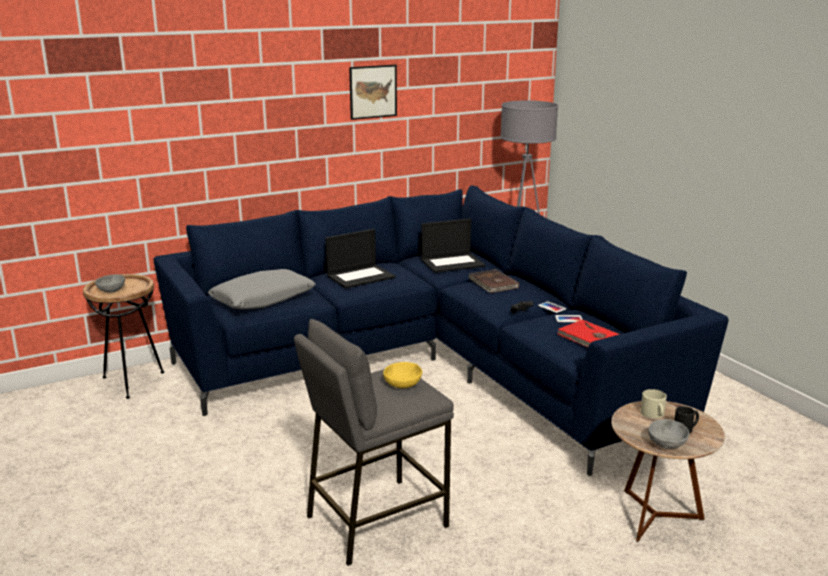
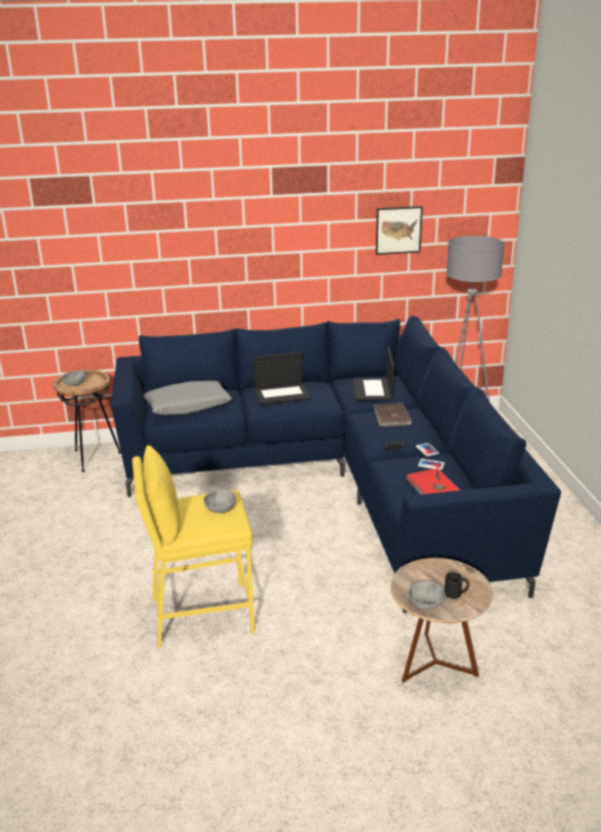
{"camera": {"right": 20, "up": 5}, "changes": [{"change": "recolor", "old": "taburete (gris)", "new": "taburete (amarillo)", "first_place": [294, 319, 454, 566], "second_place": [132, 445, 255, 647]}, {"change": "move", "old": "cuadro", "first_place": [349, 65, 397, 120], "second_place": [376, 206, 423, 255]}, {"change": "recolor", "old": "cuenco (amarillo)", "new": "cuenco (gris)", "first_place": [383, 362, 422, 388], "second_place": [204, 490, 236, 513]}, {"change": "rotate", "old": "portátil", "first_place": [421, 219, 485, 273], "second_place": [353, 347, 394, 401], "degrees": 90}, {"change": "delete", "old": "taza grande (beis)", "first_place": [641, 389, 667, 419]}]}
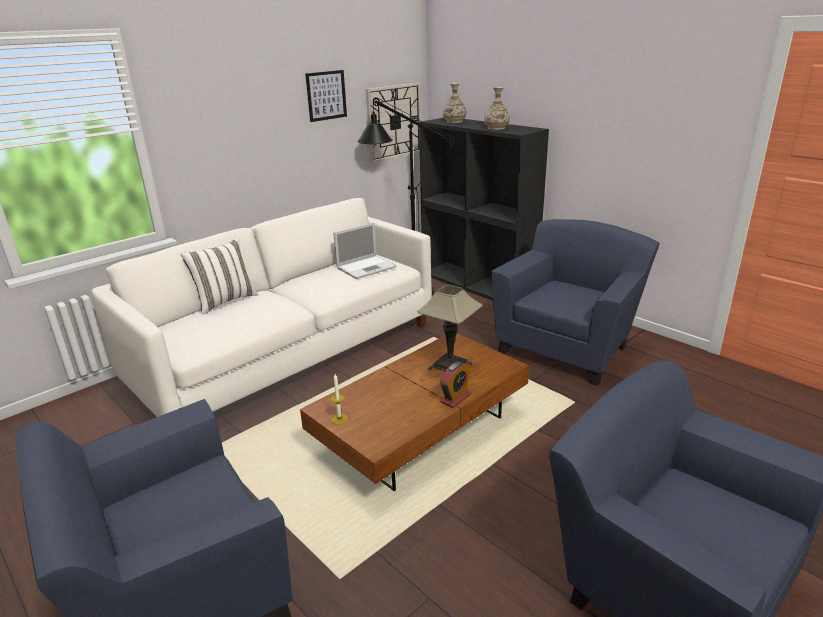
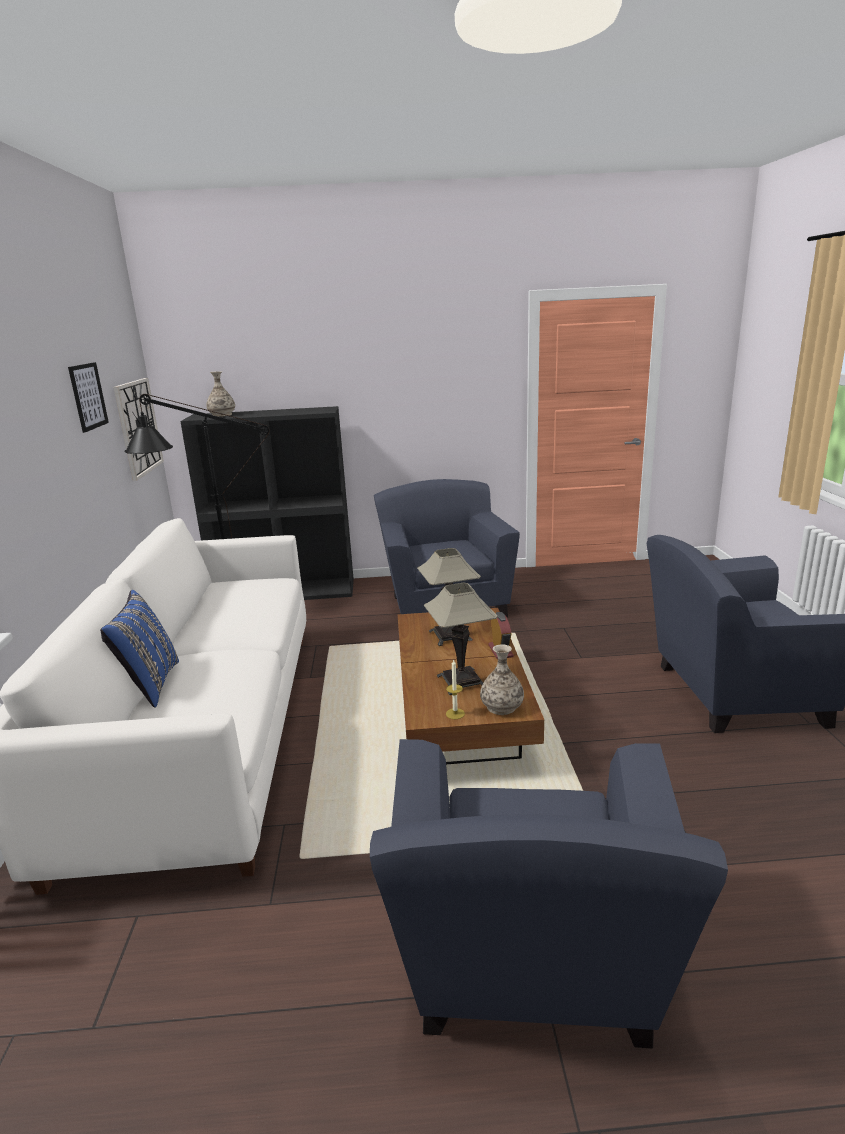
{"camera": {"right": -50, "up": -5}, "changes": [{"change": "recolor", "old": "cojín (blanco)", "new": "cojín (azul)", "first_place": [181, 237, 258, 315], "second_place": [100, 590, 179, 708]}, {"change": "delete", "old": "portátil", "first_place": [333, 223, 396, 279]}, {"change": "move", "old": "florero", "first_place": [484, 87, 510, 130], "second_place": [480, 644, 524, 715]}, {"change": "insert", "new": "lámpara de mesa", "second_place": [424, 583, 498, 695]}]}
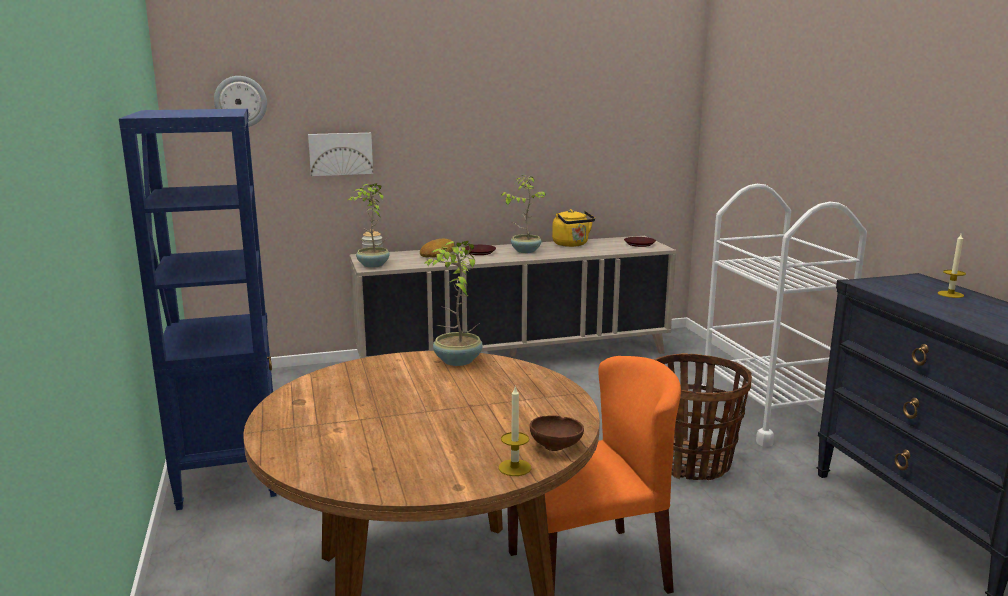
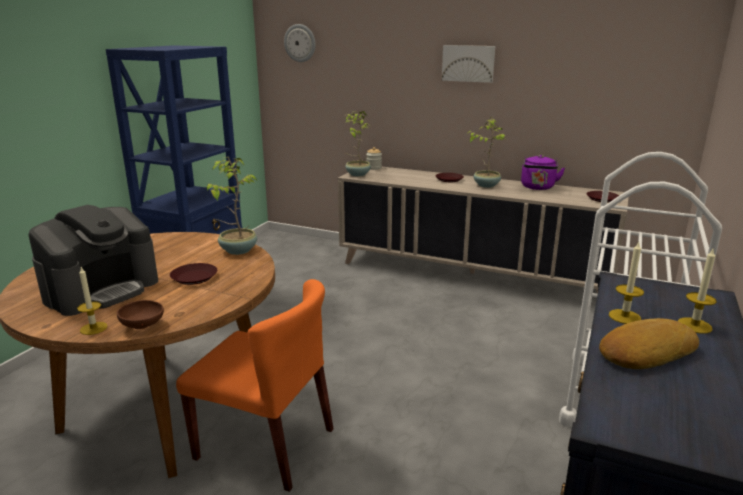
{"camera": {"right": 40, "up": 5}, "changes": [{"change": "move", "old": "cuadro", "first_place": [308, 133, 373, 176], "second_place": [442, 45, 495, 83]}, {"change": "move", "old": "pan", "first_place": [420, 239, 454, 258], "second_place": [599, 318, 699, 369]}, {"change": "recolor", "old": "hervidor (amarillo)", "new": "hervidor (morado)", "first_place": [552, 209, 595, 247], "second_place": [521, 155, 565, 190]}, {"change": "delete", "old": "cesta", "first_place": [654, 353, 752, 480]}, {"change": "insert", "new": "cafetera", "second_place": [28, 205, 158, 316]}, {"change": "insert", "new": "plato (marrón)", "second_place": [170, 263, 217, 285]}, {"change": "insert", "new": "vela", "second_place": [609, 242, 644, 324]}]}
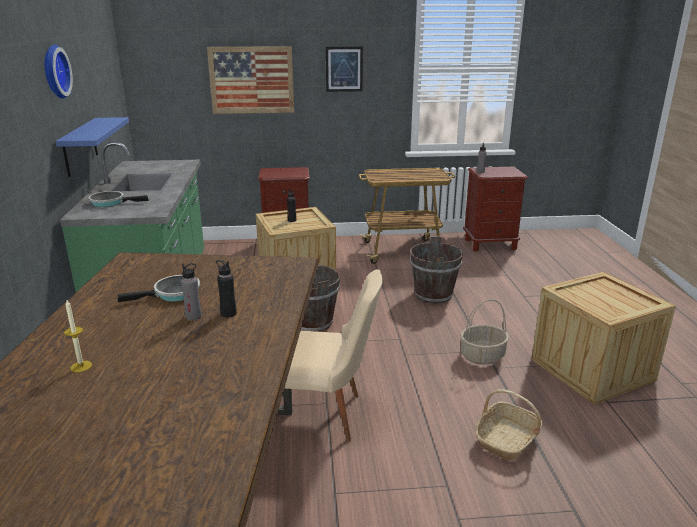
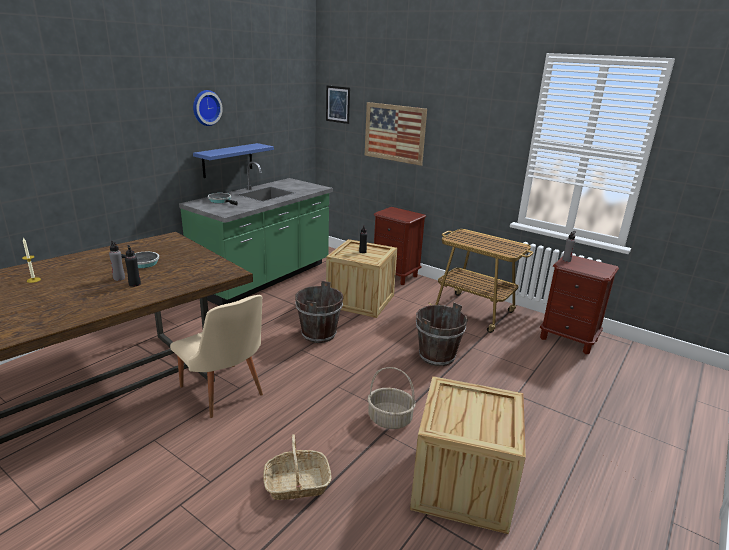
{"camera": {"right": 40, "up": 0}, "changes": [{"change": "move", "old": "cuadro", "first_place": [326, 46, 363, 92], "second_place": [326, 85, 350, 124]}]}
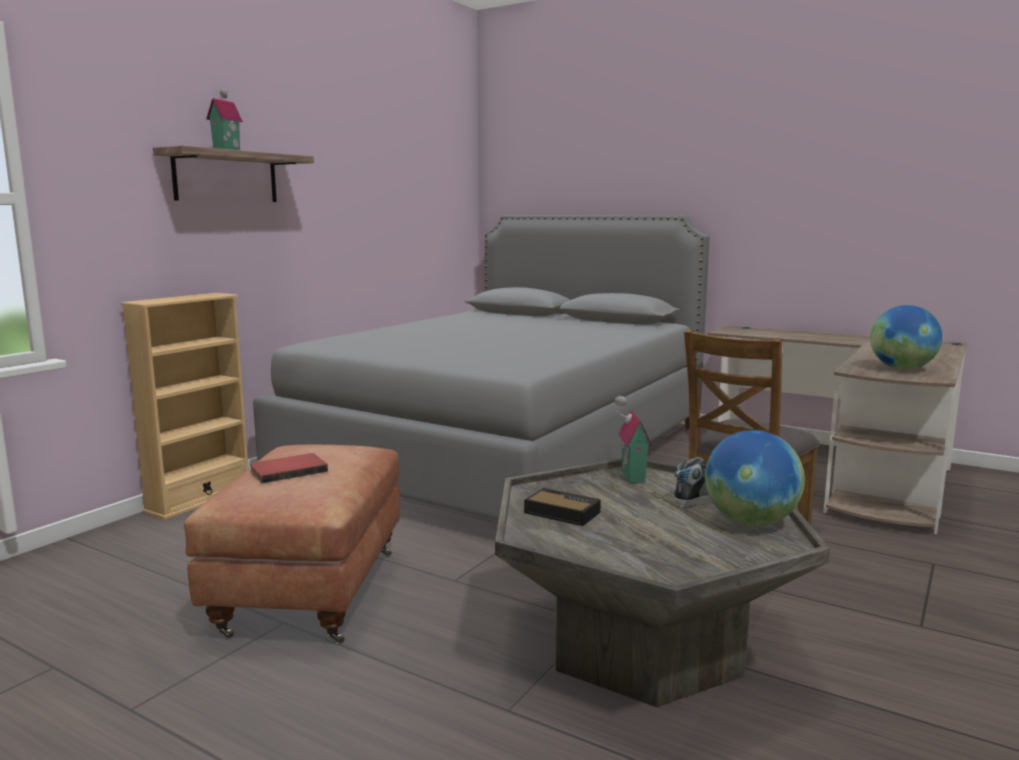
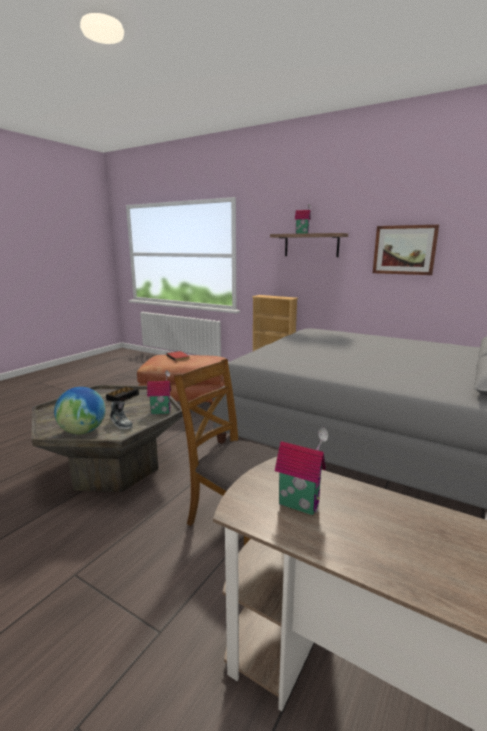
{"camera": {"right": 90, "up": 5}, "changes": [{"change": "replace", "old": "globo terráqueo", "new": "casita", "first_place": [870, 305, 943, 370], "second_place": [275, 427, 328, 515]}, {"change": "insert", "new": "cuadro", "second_place": [373, 225, 439, 275]}]}
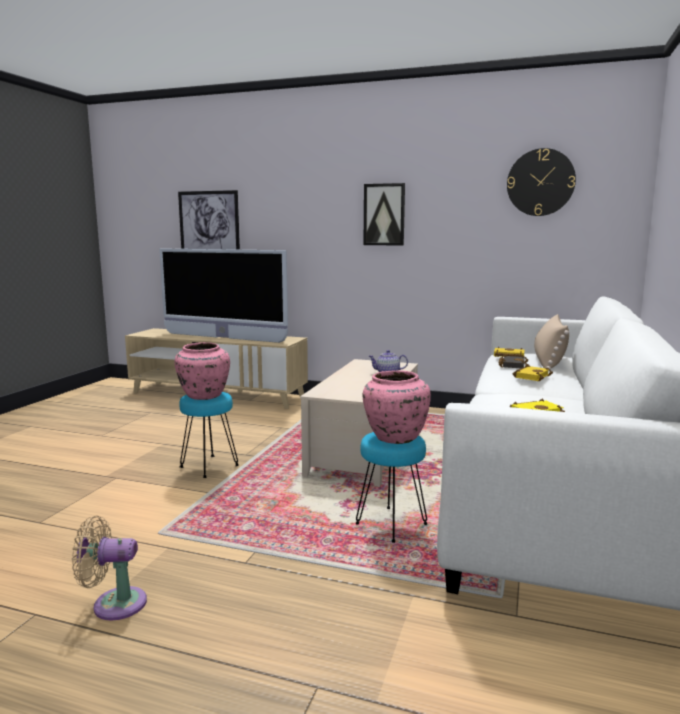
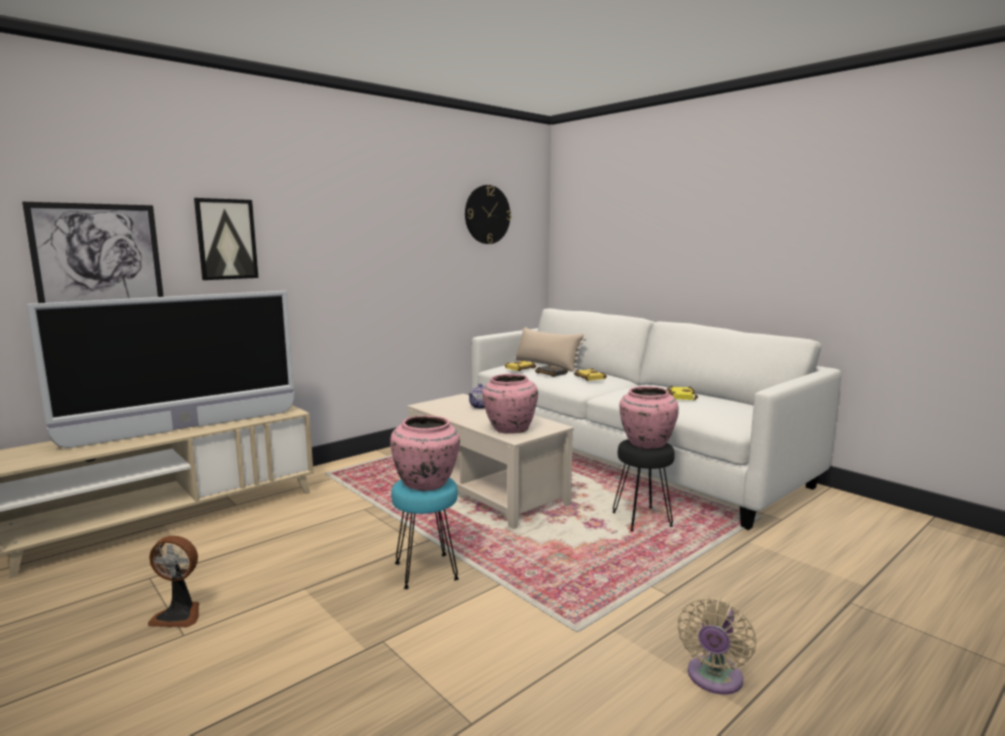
{"camera": {"right": -60, "up": 0}, "changes": [{"change": "recolor", "old": "taburete (turquesa)", "new": "taburete (negro)", "first_place": [356, 432, 427, 543], "second_place": [613, 439, 675, 531]}, {"change": "move", "old": "cuadro", "first_place": [363, 183, 405, 246], "second_place": [194, 198, 258, 280]}, {"change": "insert", "new": "ventilador", "second_place": [148, 535, 199, 627]}, {"change": "insert", "new": "florero (rosa)", "second_place": [482, 374, 538, 434]}]}
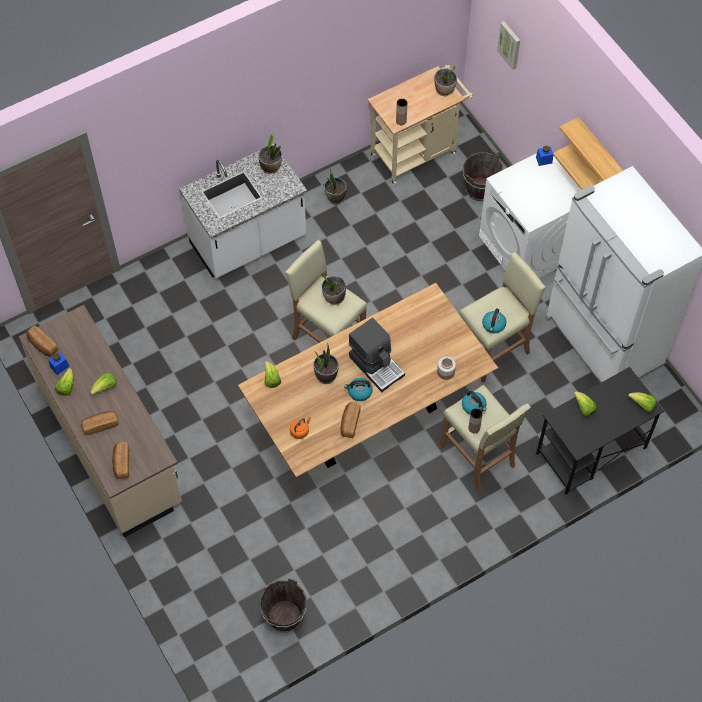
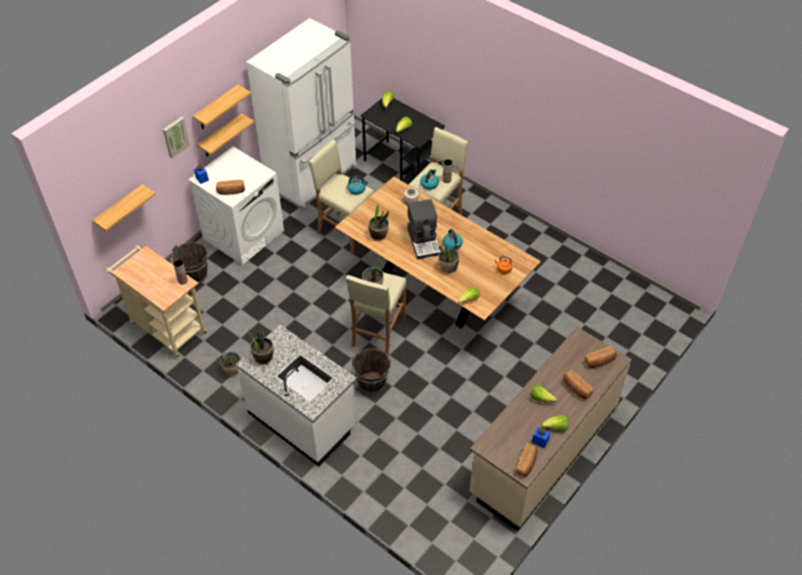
{"camera": {"right": -110, "up": -10}, "changes": [{"change": "move", "old": "cubo (marrón)", "first_place": [259, 578, 307, 632], "second_place": [352, 348, 391, 394]}, {"change": "move", "old": "pan", "first_place": [340, 402, 361, 438], "second_place": [216, 180, 245, 195]}, {"change": "rotate", "old": "cafetera", "first_place": [349, 318, 405, 392], "second_place": [407, 199, 441, 259], "degrees": 135}, {"change": "move", "old": "planta en maceta", "first_place": [434, 65, 457, 96], "second_place": [369, 204, 389, 241]}, {"change": "move", "old": "cuadro", "first_place": [497, 21, 520, 70], "second_place": [163, 117, 190, 158]}, {"change": "insert", "new": "estante", "second_place": [92, 184, 156, 231]}]}
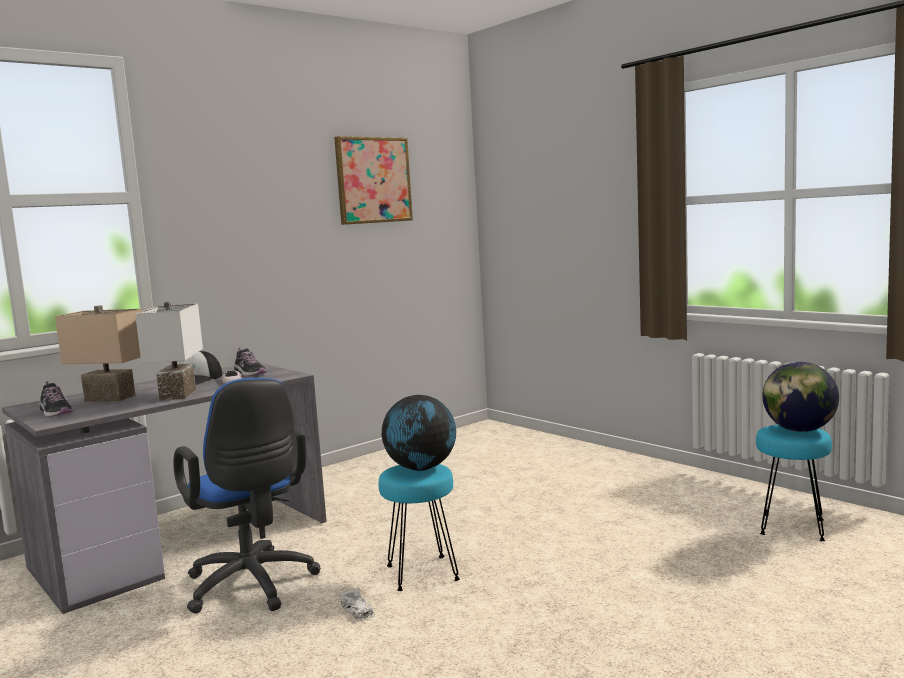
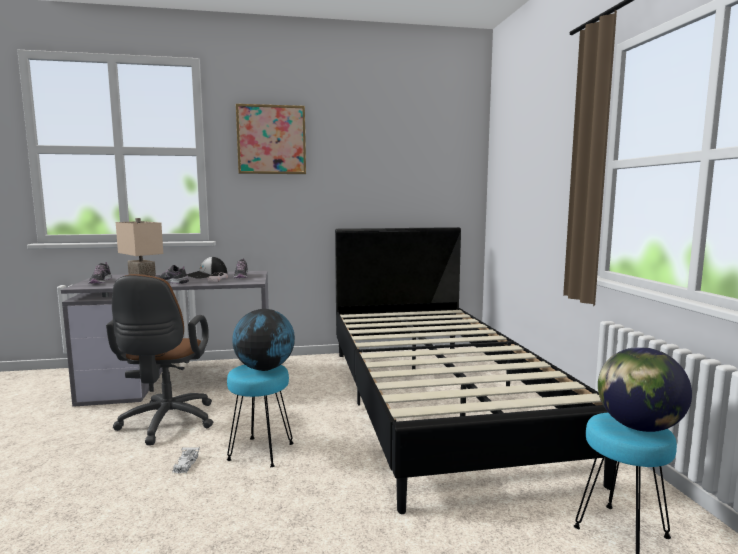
{"camera": {"right": 30, "up": 0}, "changes": [{"change": "replace", "old": "lámpara de mesa (blanco)", "new": "zapato", "first_place": [135, 301, 203, 400], "second_place": [155, 265, 189, 284]}, {"change": "recolor", "old": "silla de oficina (azul)", "new": "silla de oficina (marrón)", "first_place": [173, 378, 321, 613], "second_place": [106, 274, 213, 445]}, {"change": "move", "old": "cuadro", "first_place": [334, 136, 413, 225], "second_place": [236, 104, 306, 174]}, {"change": "insert", "new": "cama (negro)", "second_place": [335, 227, 616, 514]}]}
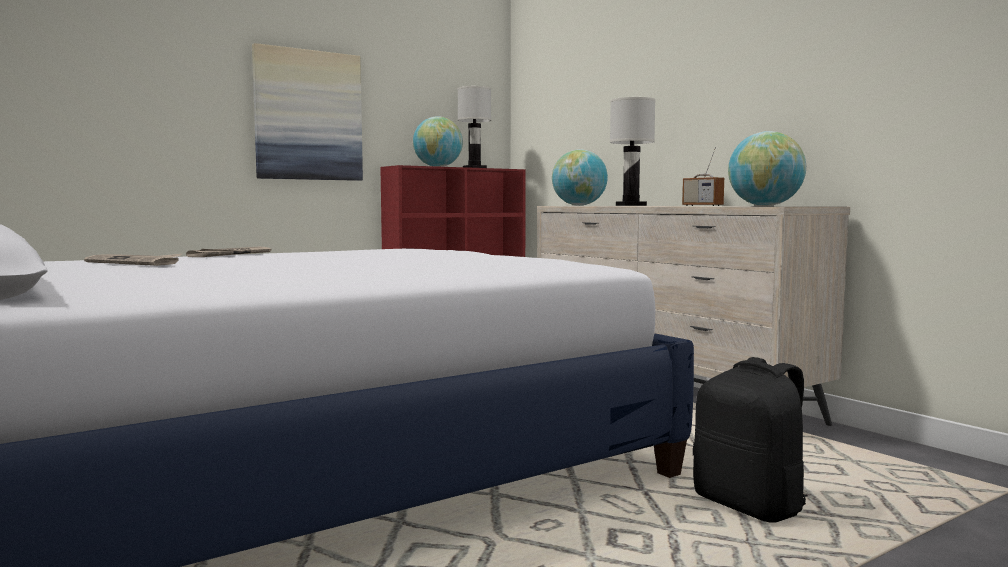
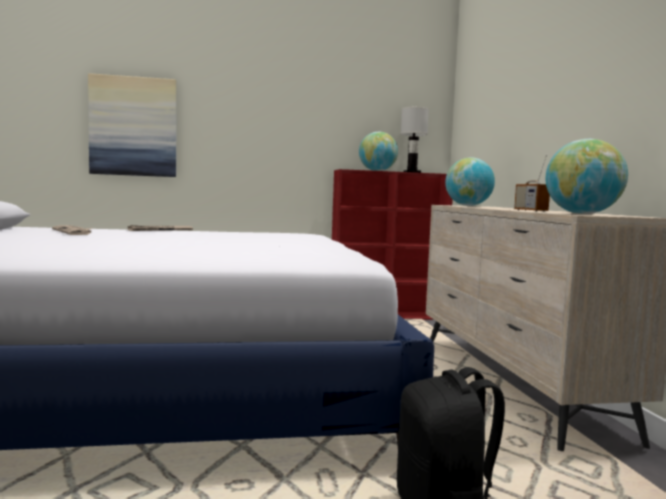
{"camera": {"right": 25, "up": 0}, "changes": [{"change": "move", "old": "cuadro", "first_place": [252, 43, 363, 181], "second_place": [88, 73, 177, 177]}, {"change": "delete", "old": "lámpara de mesa (blanco)", "first_place": [610, 97, 655, 206]}]}
